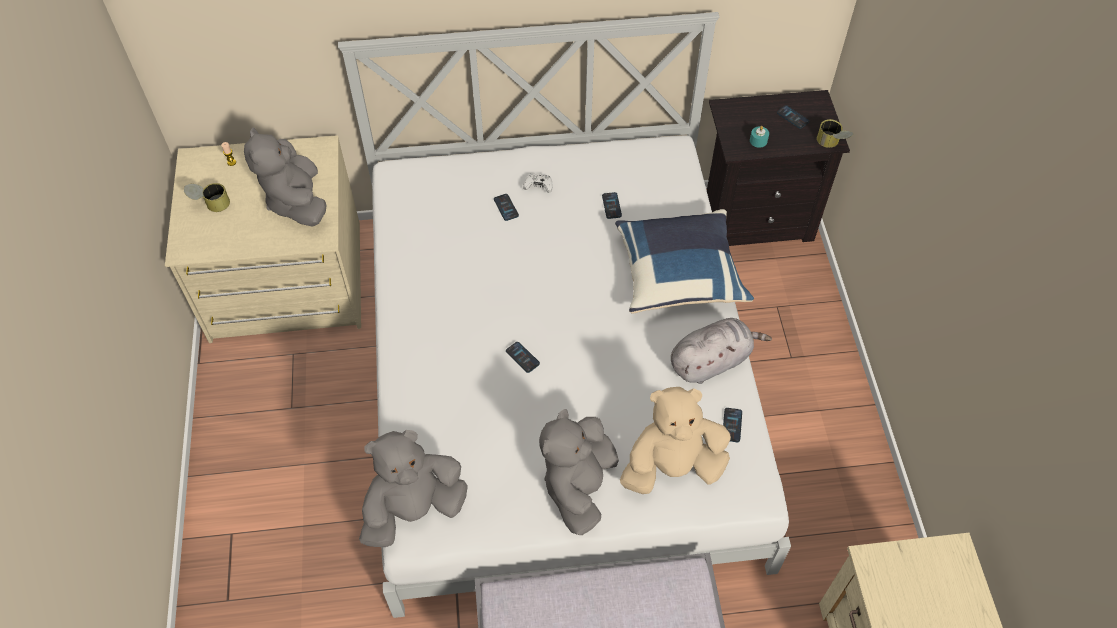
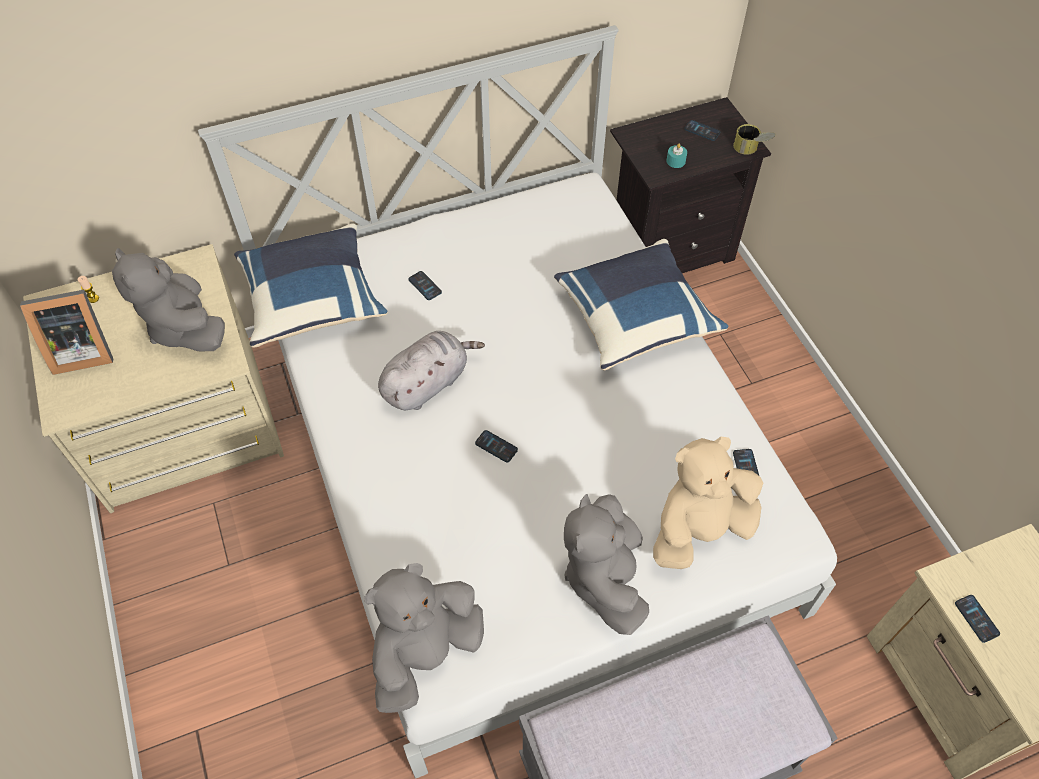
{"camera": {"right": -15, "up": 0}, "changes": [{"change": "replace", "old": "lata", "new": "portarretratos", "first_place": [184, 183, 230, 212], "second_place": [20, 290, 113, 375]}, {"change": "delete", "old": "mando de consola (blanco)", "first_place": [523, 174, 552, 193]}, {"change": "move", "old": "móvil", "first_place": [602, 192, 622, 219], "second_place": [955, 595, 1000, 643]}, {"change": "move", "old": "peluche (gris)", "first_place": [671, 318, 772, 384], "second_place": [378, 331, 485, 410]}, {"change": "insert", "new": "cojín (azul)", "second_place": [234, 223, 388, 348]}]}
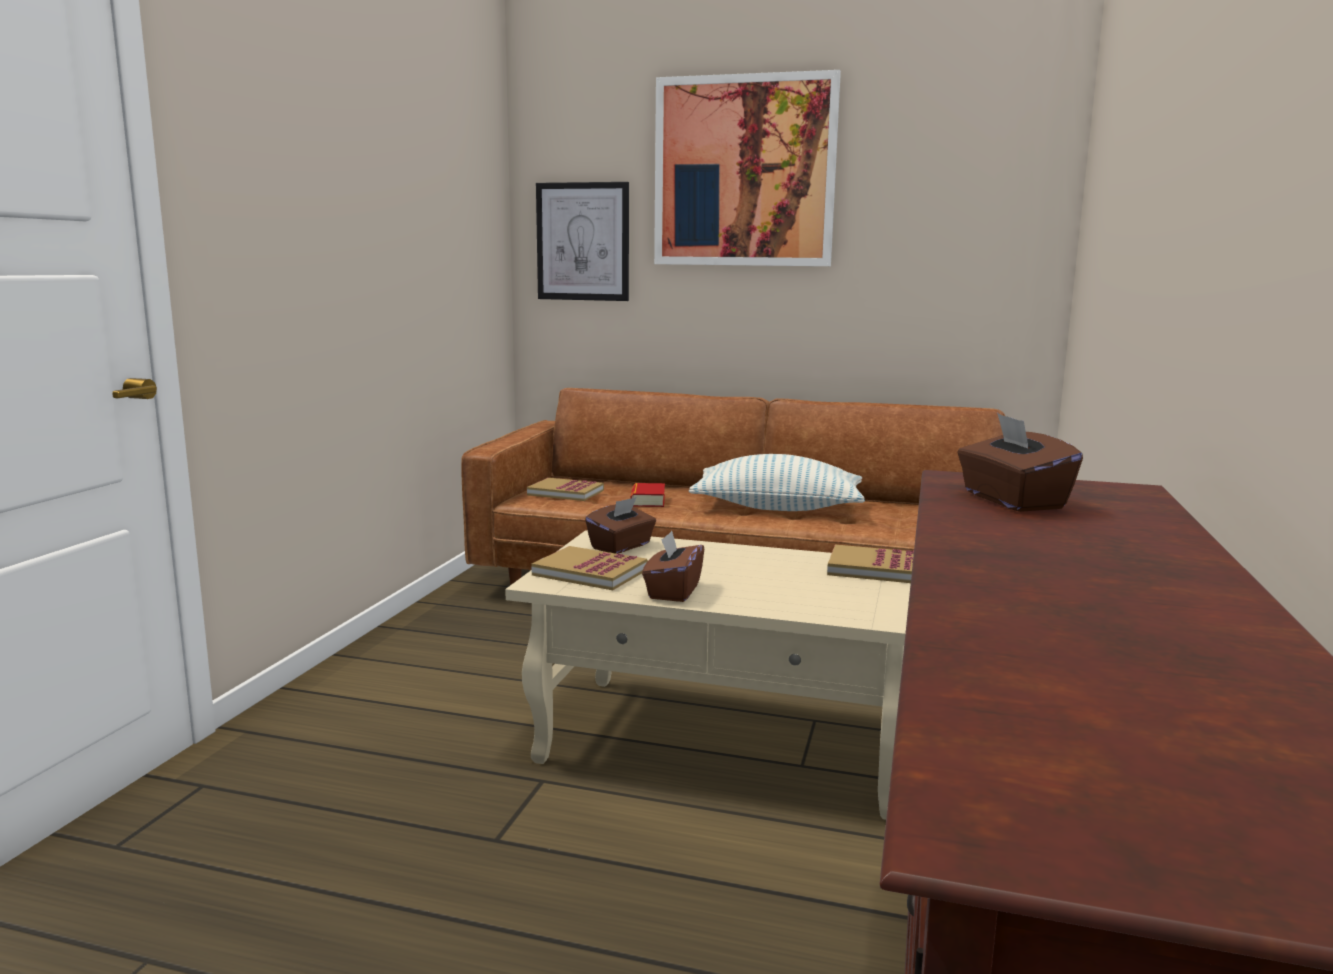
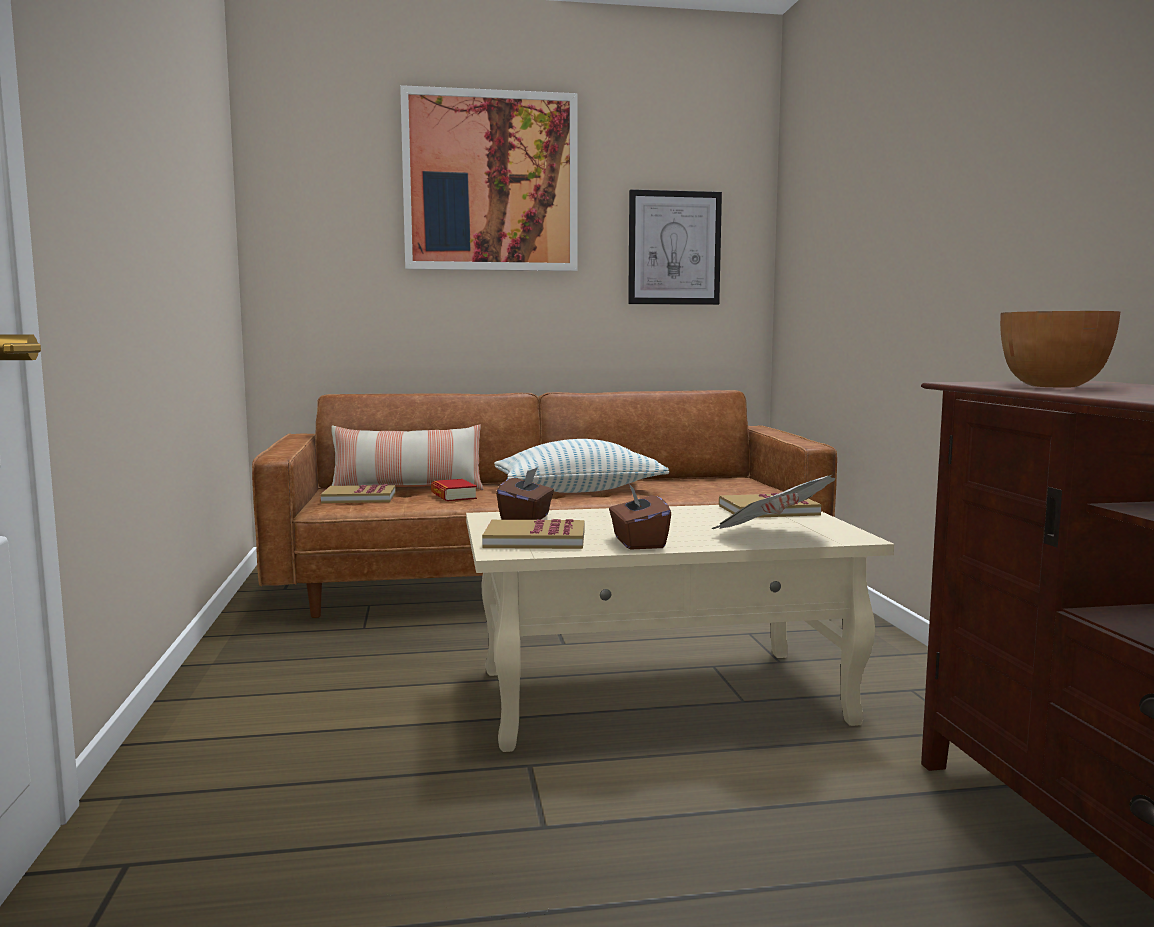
{"camera": {"right": -25, "up": -5}, "changes": [{"change": "move", "old": "cuadro", "first_place": [536, 182, 629, 301], "second_place": [628, 189, 722, 305]}, {"change": "replace", "old": "caja de pañuelos (marrón)", "new": "cuenco", "first_place": [957, 413, 1083, 512], "second_place": [1000, 311, 1120, 388]}, {"change": "insert", "new": "cojín", "second_place": [331, 425, 483, 490]}, {"change": "insert", "new": "periódico", "second_place": [711, 474, 836, 529]}]}
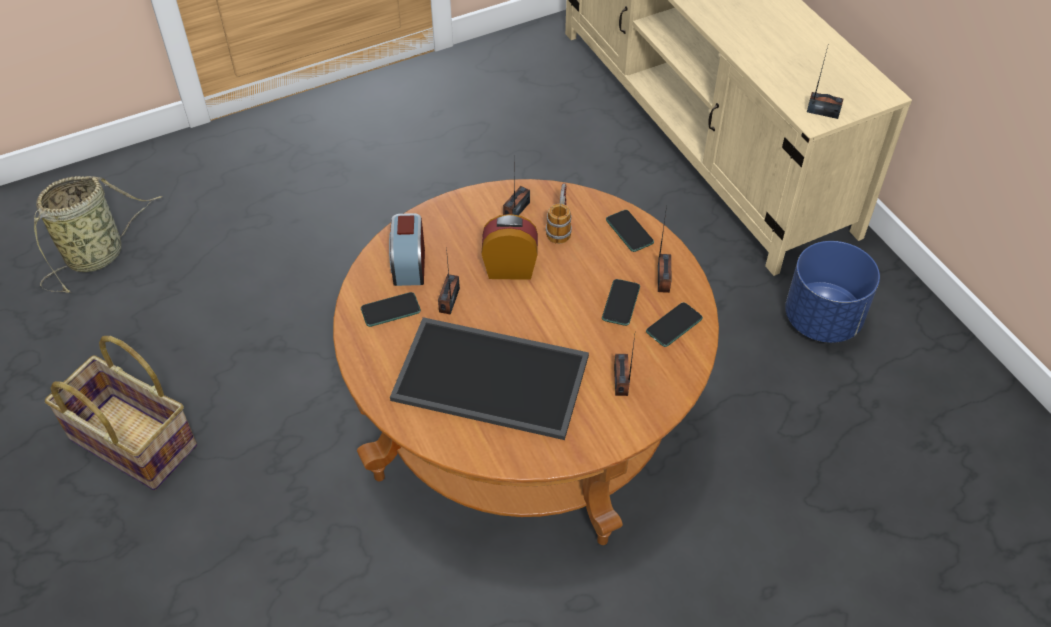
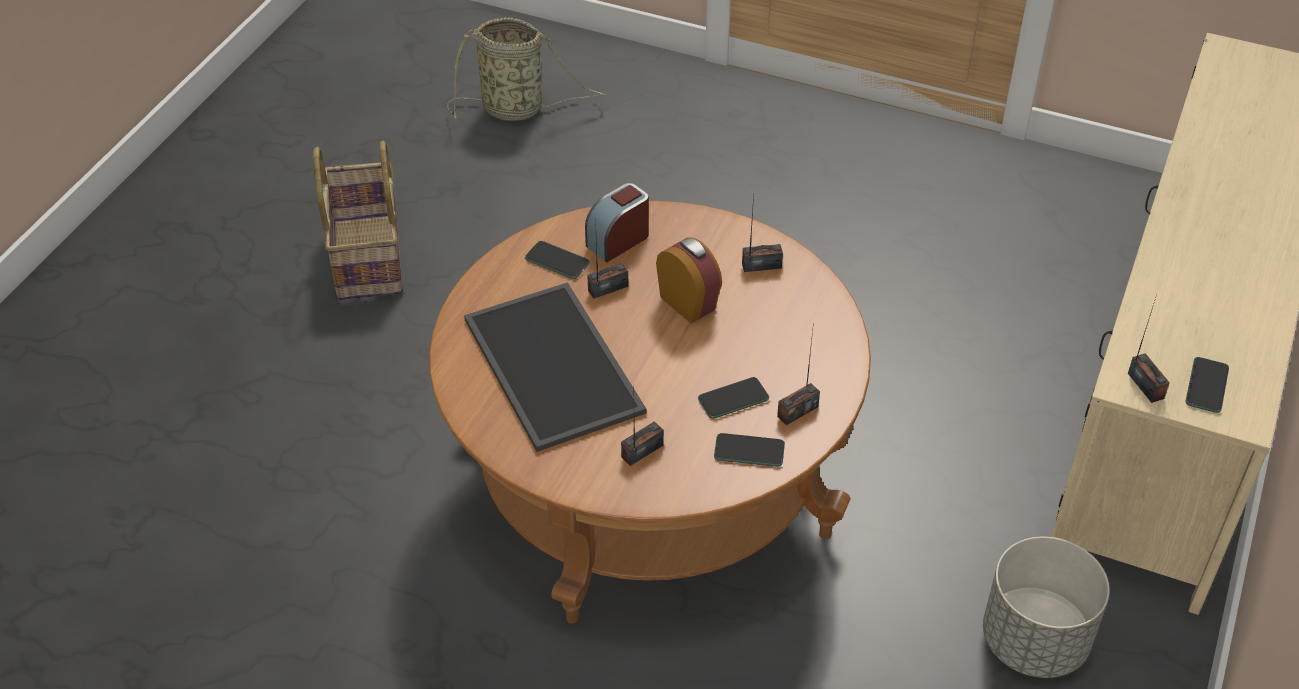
{"camera": {"right": 50, "up": -5}, "changes": [{"change": "delete", "old": "taza grande", "first_place": [546, 183, 572, 244]}, {"change": "move", "old": "móvil", "first_place": [606, 210, 654, 252], "second_place": [1186, 357, 1229, 413]}, {"change": "recolor", "old": "maceta (azul)", "new": "maceta (gris)", "first_place": [785, 241, 880, 343], "second_place": [983, 537, 1109, 678]}]}
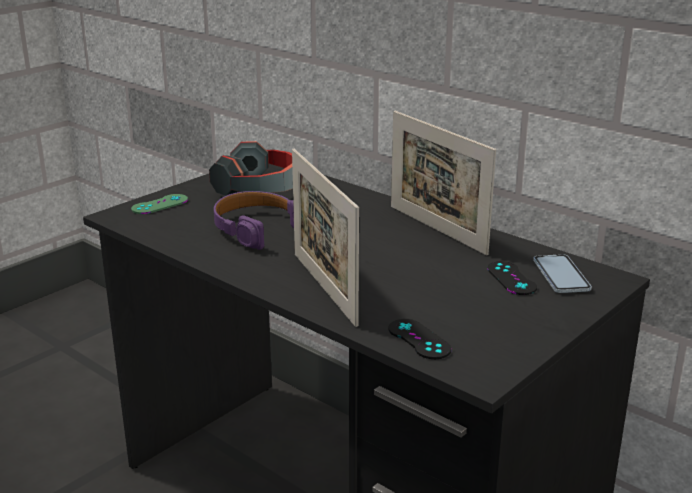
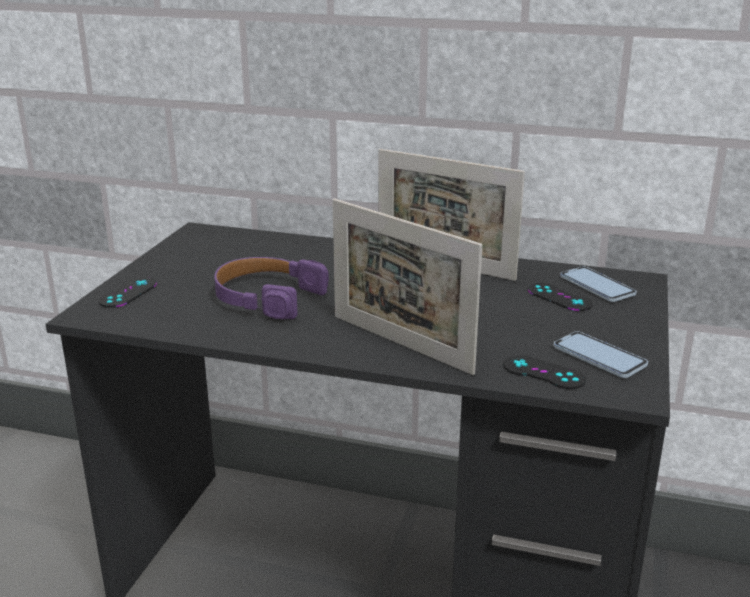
{"camera": {"right": -25, "up": 0}, "changes": [{"change": "recolor", "old": "mando de consola (verde)", "new": "mando de consola (negro)", "first_place": [131, 194, 188, 214], "second_place": [98, 277, 157, 308]}, {"change": "delete", "old": "auriculares", "first_place": [209, 141, 293, 196]}, {"change": "insert", "new": "móvil", "second_place": [554, 331, 648, 378]}]}
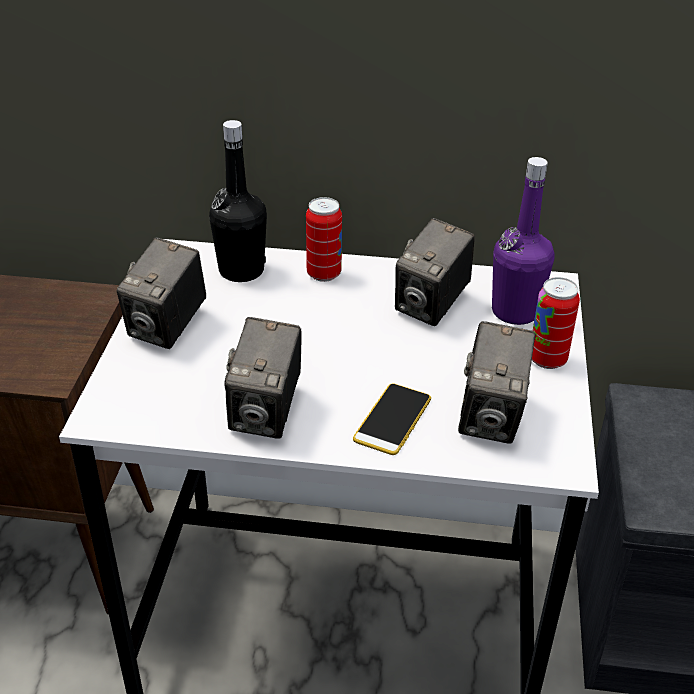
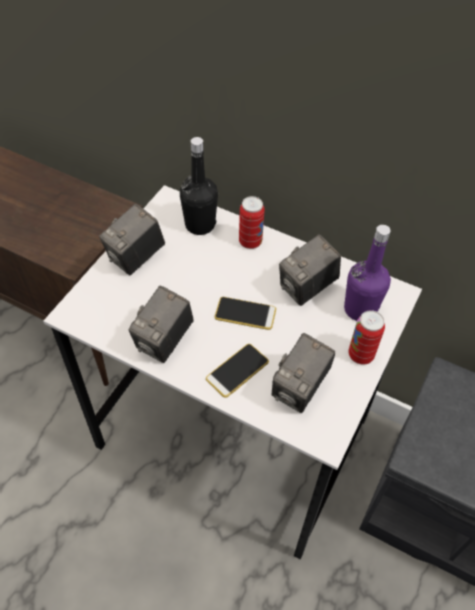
{"camera": {"right": 20, "up": 15}, "changes": [{"change": "insert", "new": "móvil", "second_place": [215, 297, 276, 330]}]}
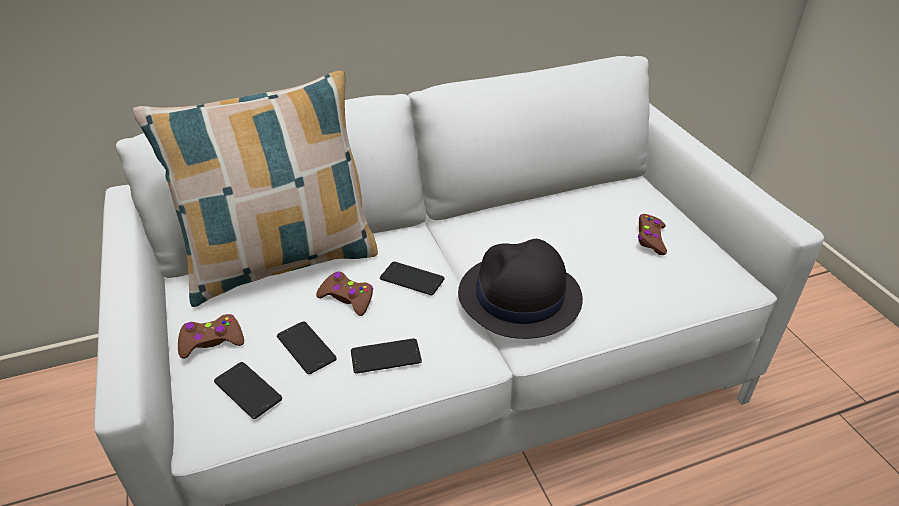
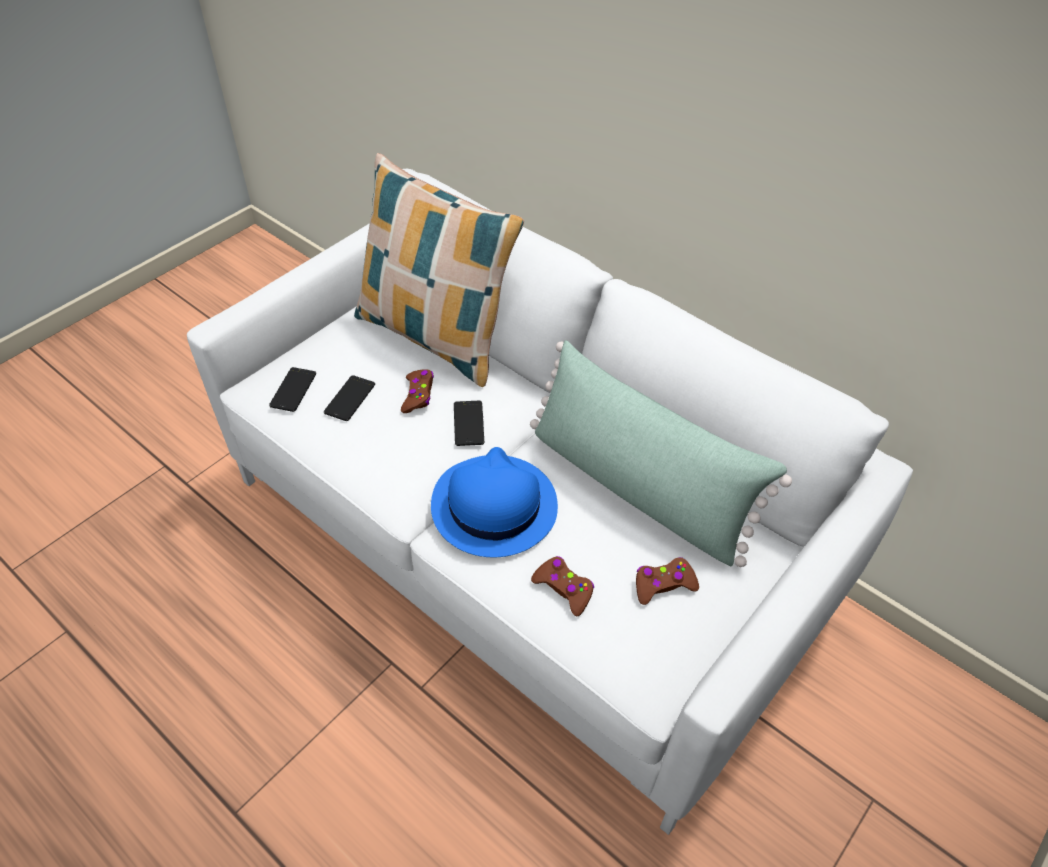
{"camera": {"right": 60, "up": 10}, "changes": [{"change": "move", "old": "mando de consola (marrón)", "first_place": [178, 314, 244, 359], "second_place": [531, 556, 594, 616]}, {"change": "delete", "old": "móvil", "first_place": [351, 338, 422, 374]}, {"change": "recolor", "old": "sombrero (negro)", "new": "sombrero (azul)", "first_place": [458, 239, 583, 339], "second_place": [431, 447, 558, 558]}, {"change": "insert", "new": "cojín (verde)", "second_place": [530, 340, 792, 567]}]}
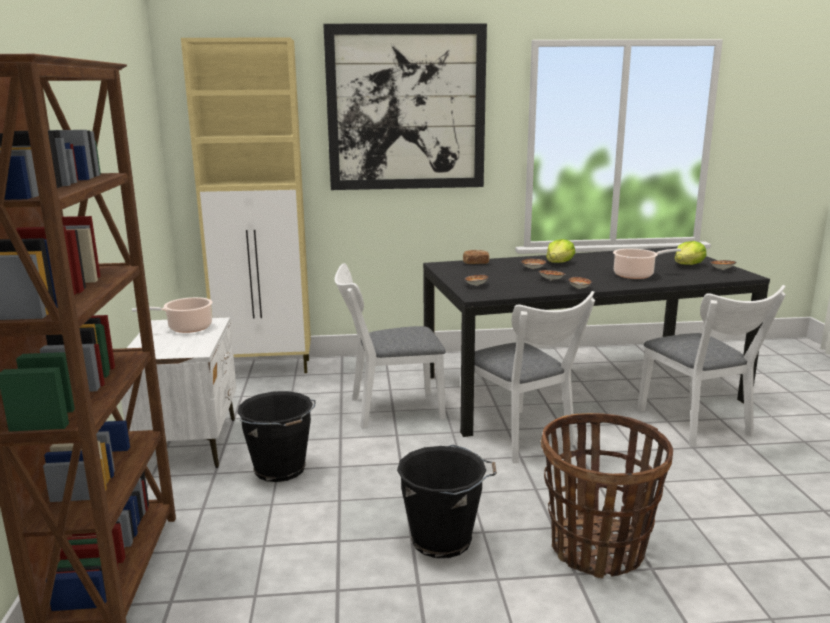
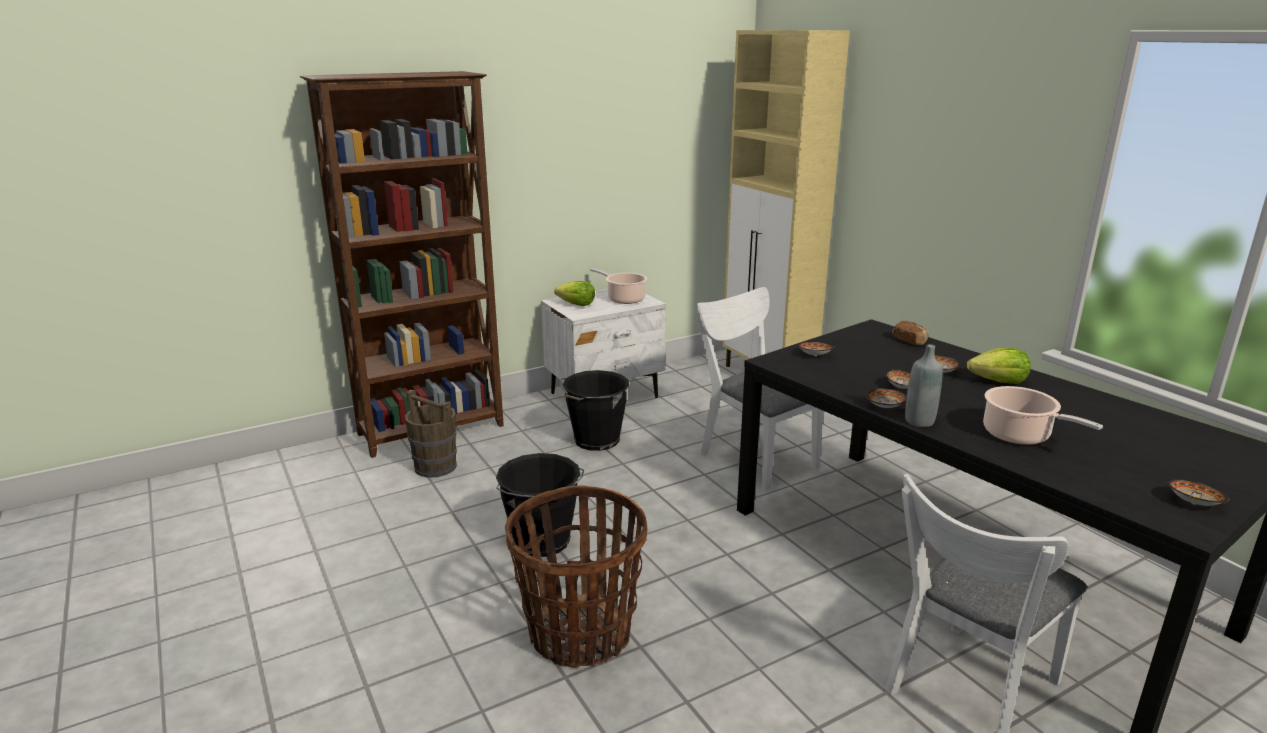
{"camera": {"right": 65, "up": 5}, "changes": [{"change": "delete", "old": "cuadro", "first_place": [323, 23, 487, 190]}, {"change": "delete", "old": "silla (blanco)", "first_place": [474, 291, 595, 463]}, {"change": "move", "old": "lechuga", "first_place": [675, 241, 706, 265], "second_place": [554, 281, 595, 306]}, {"change": "insert", "new": "cubo (marrón)", "second_place": [405, 390, 457, 478]}, {"change": "insert", "new": "botella (gris)", "second_place": [905, 344, 943, 427]}]}
